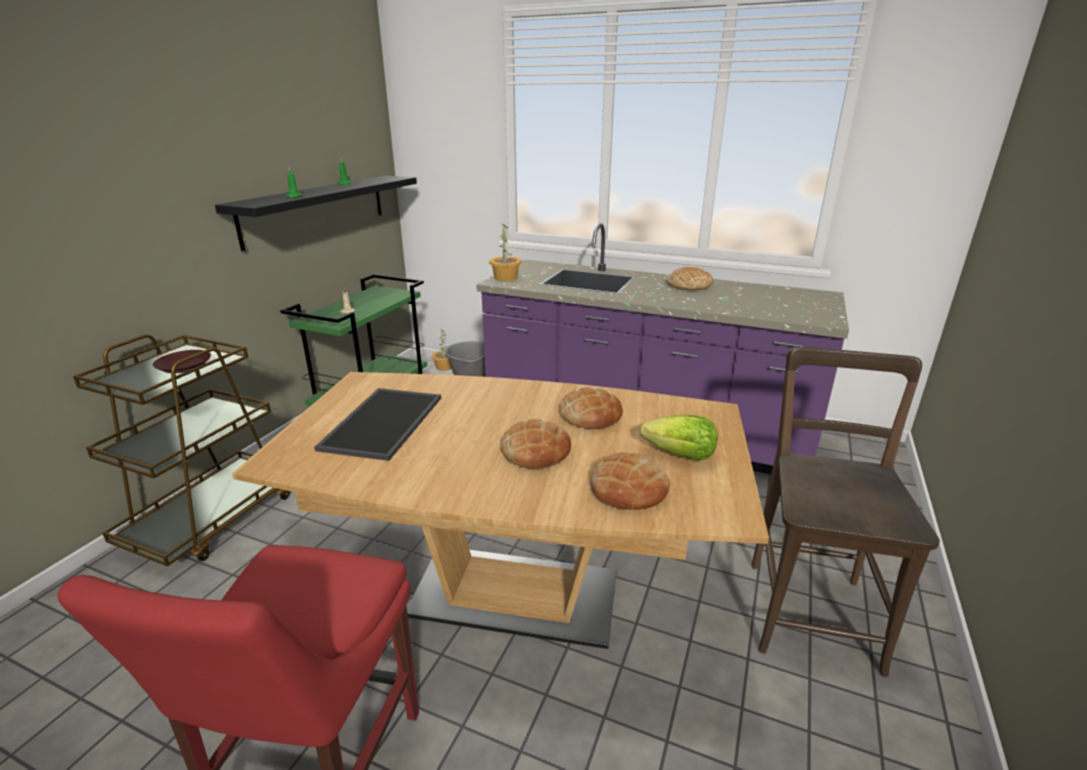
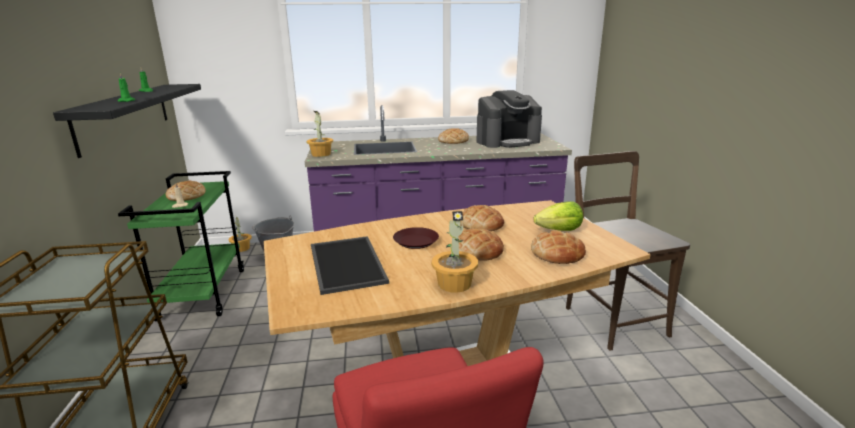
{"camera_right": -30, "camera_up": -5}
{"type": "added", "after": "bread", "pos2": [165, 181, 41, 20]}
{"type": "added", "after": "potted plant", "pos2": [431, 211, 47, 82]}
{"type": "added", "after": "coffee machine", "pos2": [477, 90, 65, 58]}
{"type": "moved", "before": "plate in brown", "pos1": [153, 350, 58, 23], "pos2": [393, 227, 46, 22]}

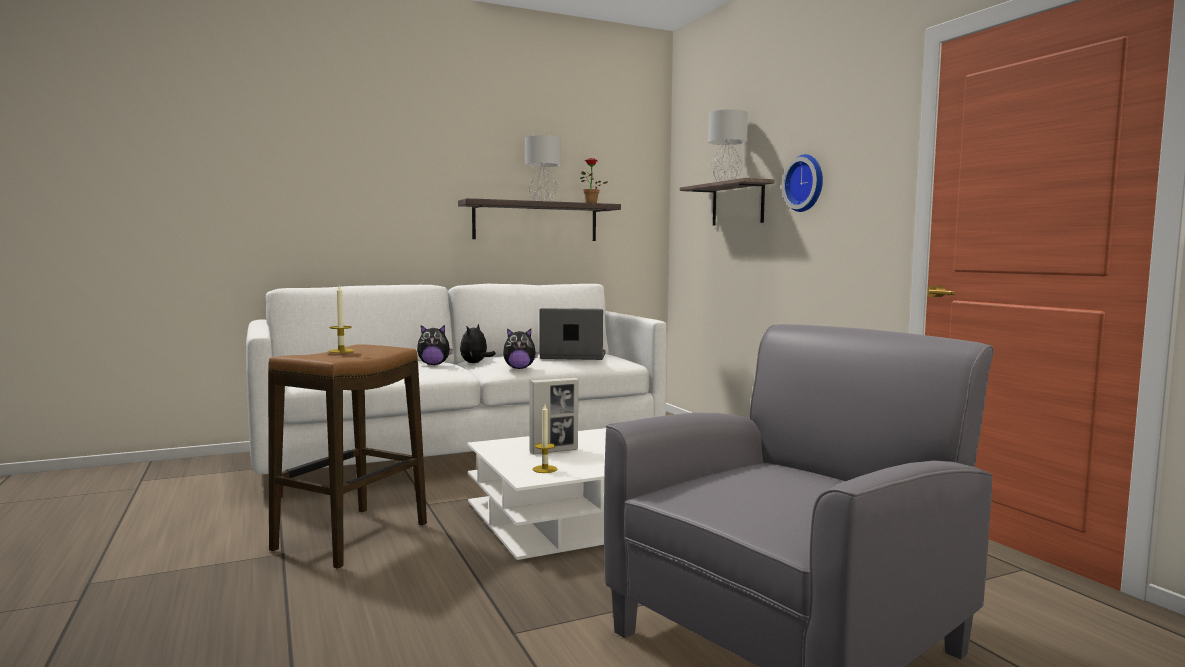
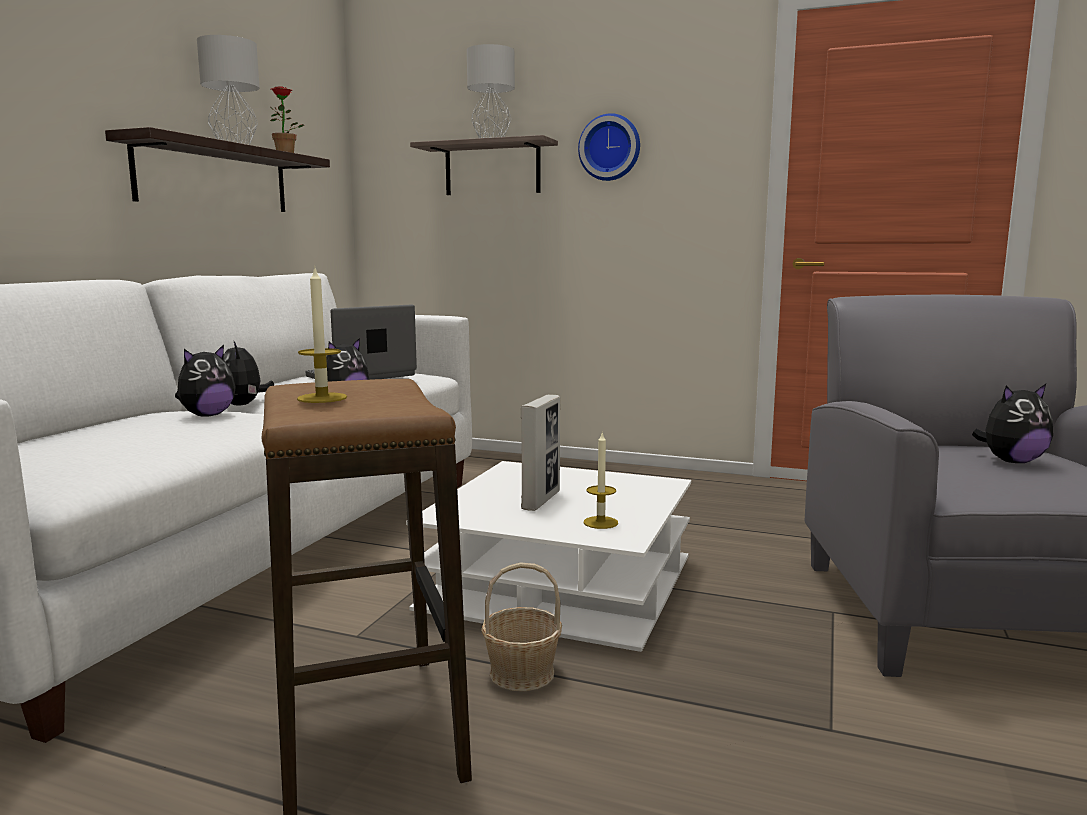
{"camera_right": -45, "camera_up": 5}
{"type": "added", "after": "basket", "pos2": [481, 562, 81, 129]}
{"type": "added", "after": "plush toy", "pos2": [972, 384, 81, 79]}

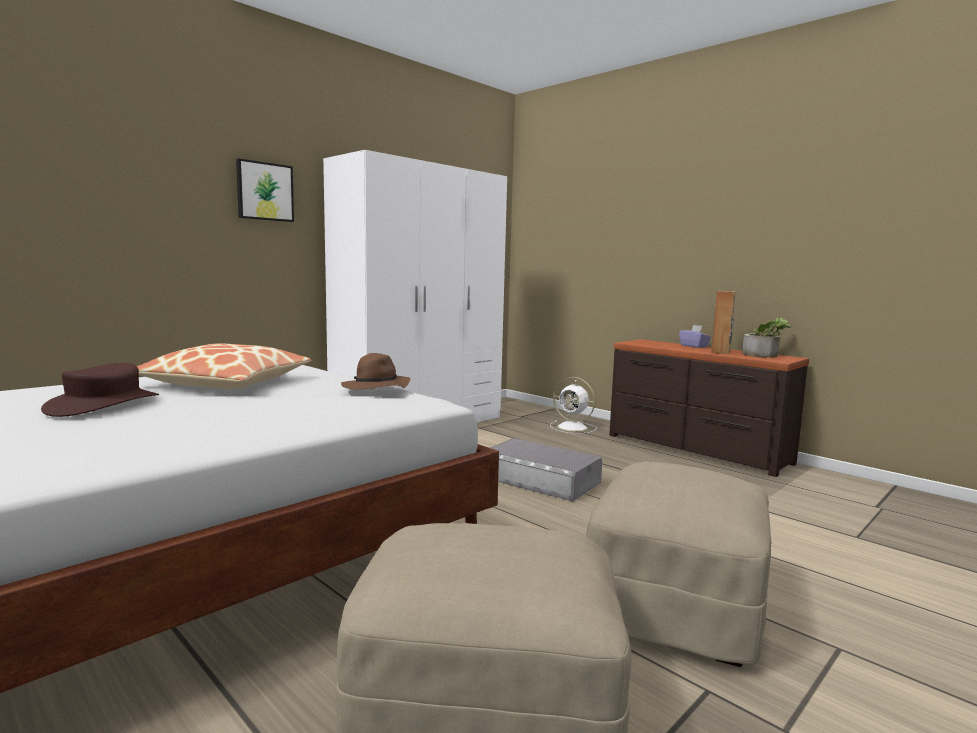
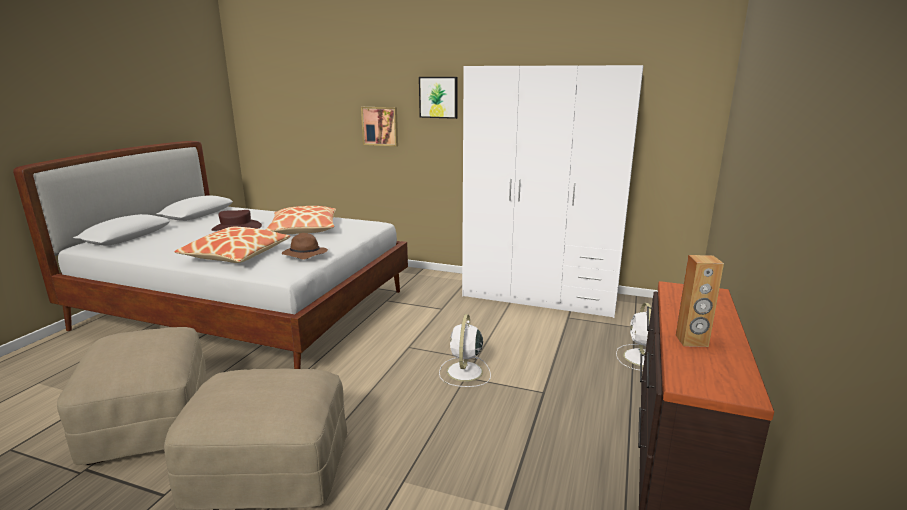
{"camera_right": 65, "camera_up": 10}
{"type": "removed", "before": "tissue box in purple", "pos1": [679, 325, 32, 23]}
{"type": "removed", "before": "potted plant", "pos1": [742, 318, 50, 40]}
{"type": "added", "after": "pillow", "pos2": [174, 227, 116, 36]}
{"type": "added", "after": "picture", "pos2": [361, 107, 37, 39]}
{"type": "replaced", "before": "storage box in grey", "after": "fan in white", "pos1": [490, 438, 112, 63], "pos2": [439, 314, 52, 73]}

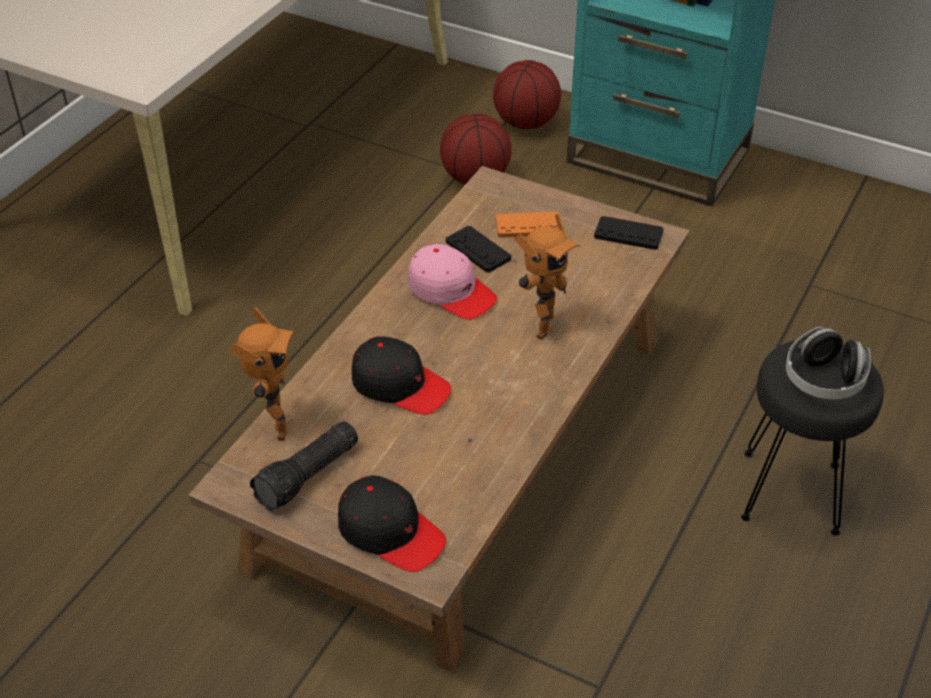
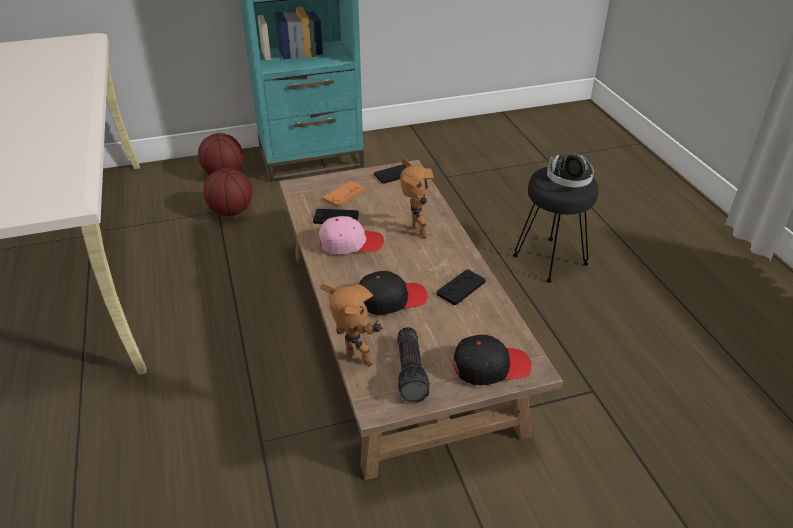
{"camera_right": -45, "camera_up": -5}
{"type": "added", "after": "game controller in black", "pos2": [437, 269, 48, 36]}

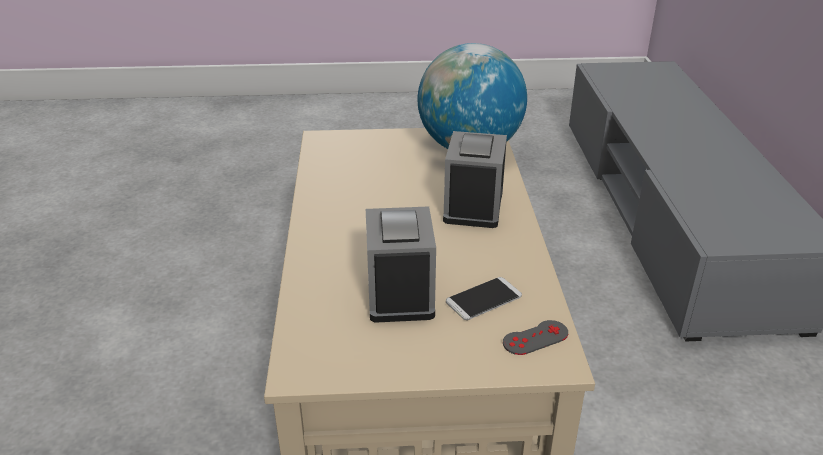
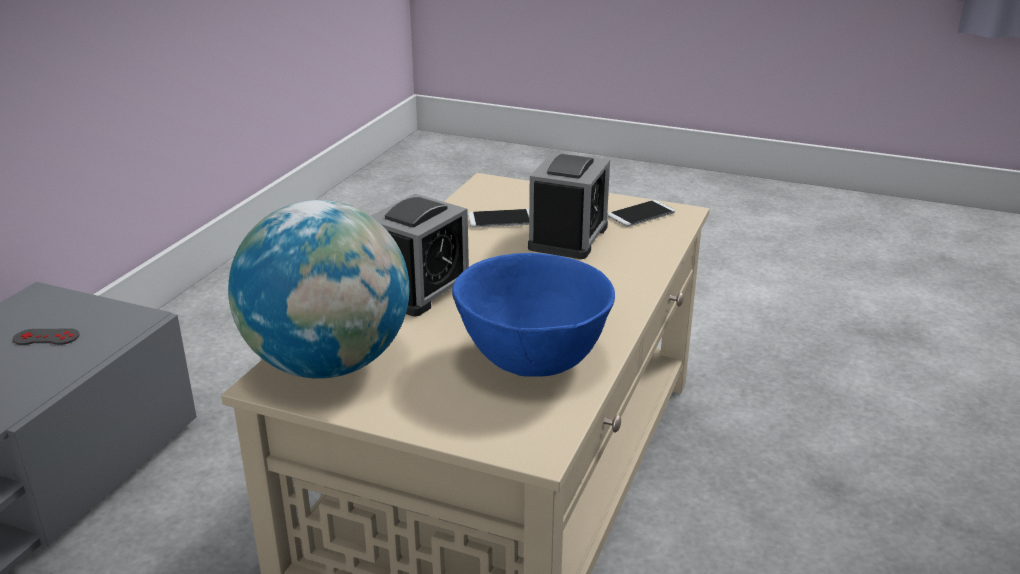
{"camera_right": -155, "camera_up": -5}
{"type": "added", "after": "bowl in blue", "pos2": [452, 253, 163, 124]}
{"type": "added", "after": "phone", "pos2": [607, 200, 68, 27]}
{"type": "moved", "before": "game controller in grey", "pos1": [503, 320, 65, 35], "pos2": [13, 328, 67, 17]}

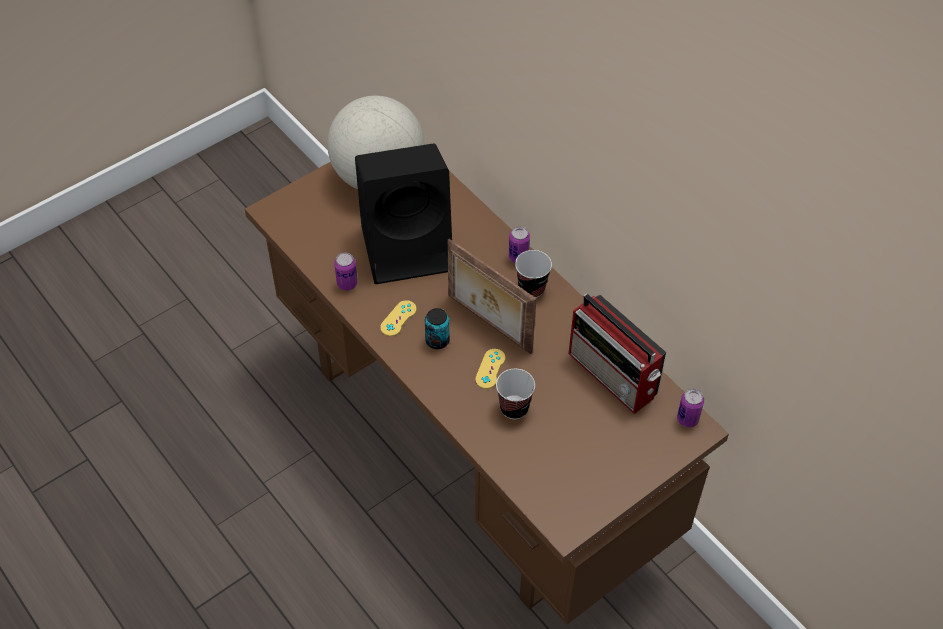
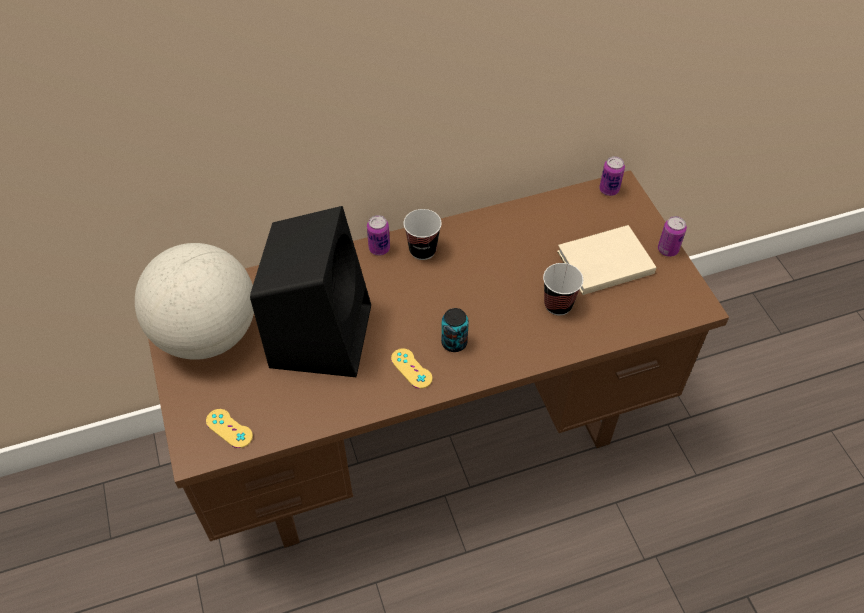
{"camera_right": -70, "camera_up": 0}
{"type": "removed", "before": "picture frame", "pos1": [448, 239, 89, 115]}
{"type": "removed", "before": "radio", "pos1": [568, 293, 98, 121]}
{"type": "added", "after": "book in beige", "pos2": [557, 225, 99, 70]}
{"type": "moved", "before": "can", "pos1": [334, 252, 24, 39], "pos2": [658, 216, 29, 41]}
{"type": "moved", "before": "game controller in yellow", "pos1": [475, 349, 30, 40], "pos2": [206, 409, 47, 39]}

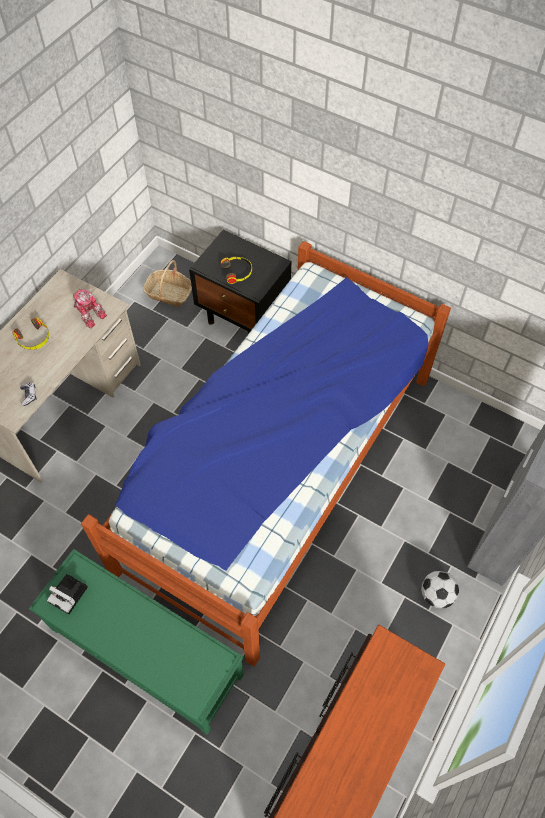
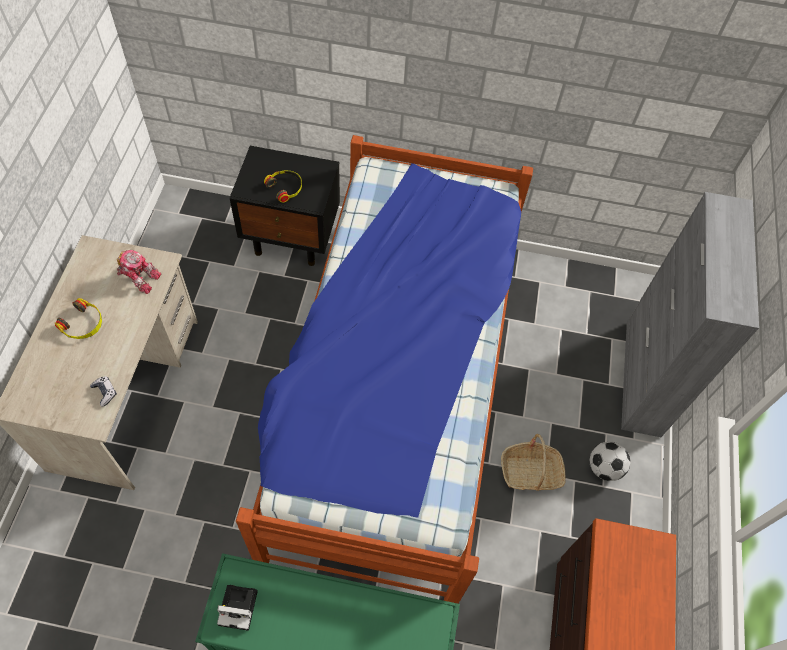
{"camera_right": -25, "camera_up": 0}
{"type": "moved", "before": "basket", "pos1": [143, 260, 49, 47], "pos2": [501, 434, 65, 57]}

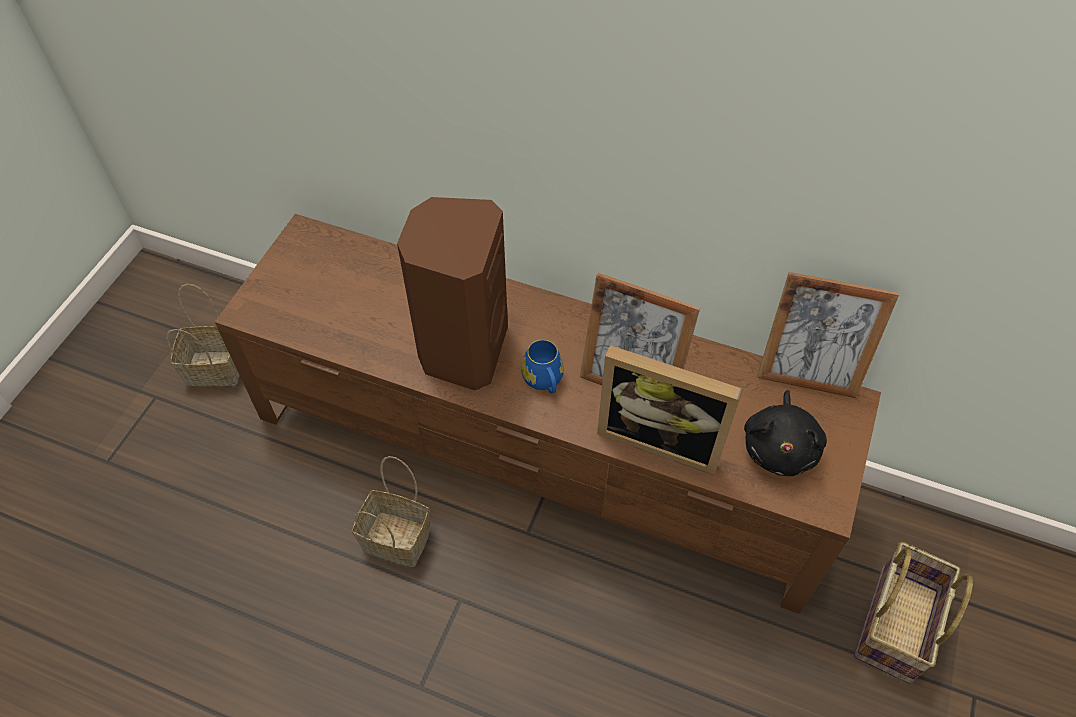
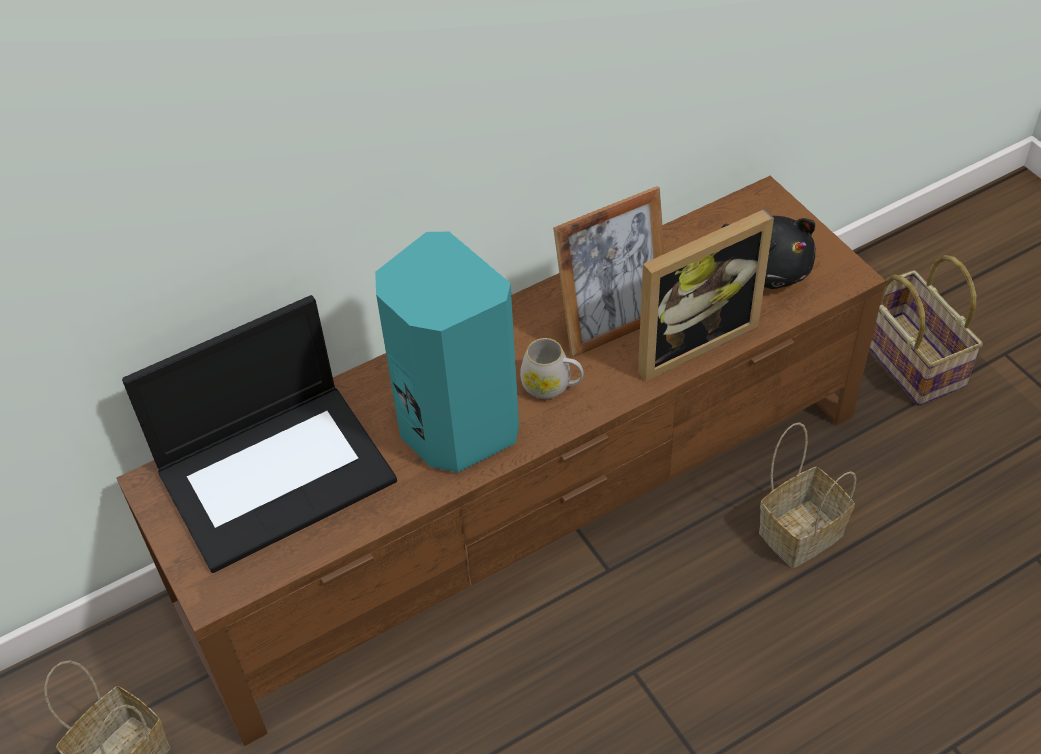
{"camera_right": -50, "camera_up": -5}
{"type": "removed", "before": "picture frame", "pos1": [757, 272, 142, 126]}
{"type": "added", "after": "laptop", "pos2": [122, 295, 275, 278]}
{"type": "moved", "before": "basket", "pos1": [352, 456, 79, 111], "pos2": [759, 422, 98, 146]}
{"type": "recoloured", "before": "speaker in brown", "after": "speaker in turquoise", "pos1": [397, 197, 111, 193], "pos2": [375, 232, 144, 240]}
{"type": "recoloured", "before": "mug in blue", "after": "mug in white", "pos1": [521, 340, 43, 53], "pos2": [520, 338, 64, 61]}

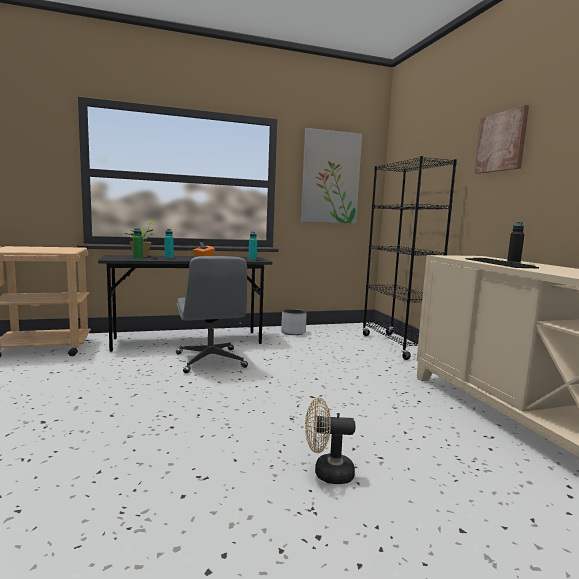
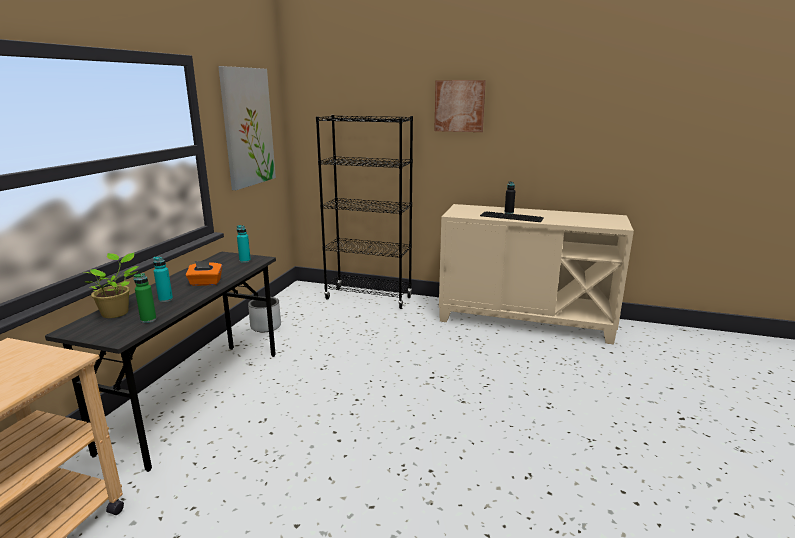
{"camera_right": -55, "camera_up": 10}
{"type": "removed", "before": "office chair in grey", "pos1": [176, 256, 72, 117]}
{"type": "removed", "before": "fan in beige", "pos1": [305, 397, 50, 87]}

